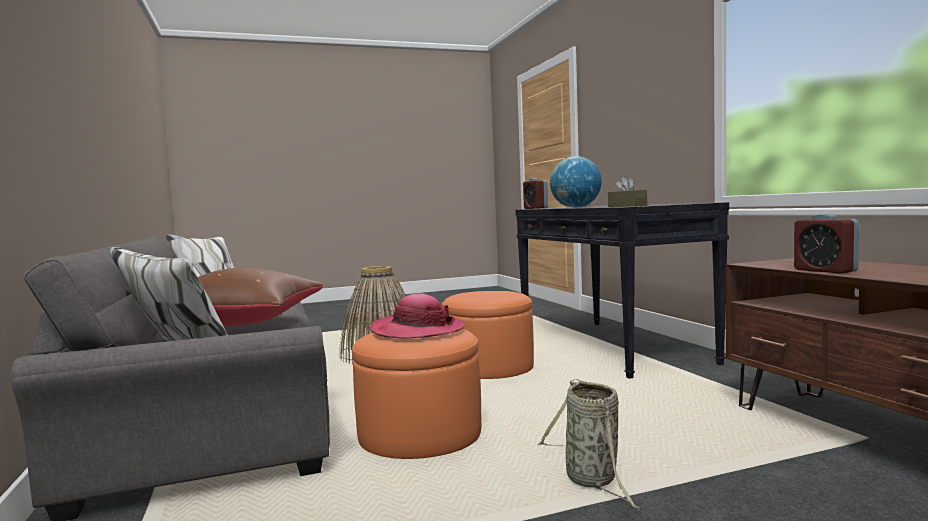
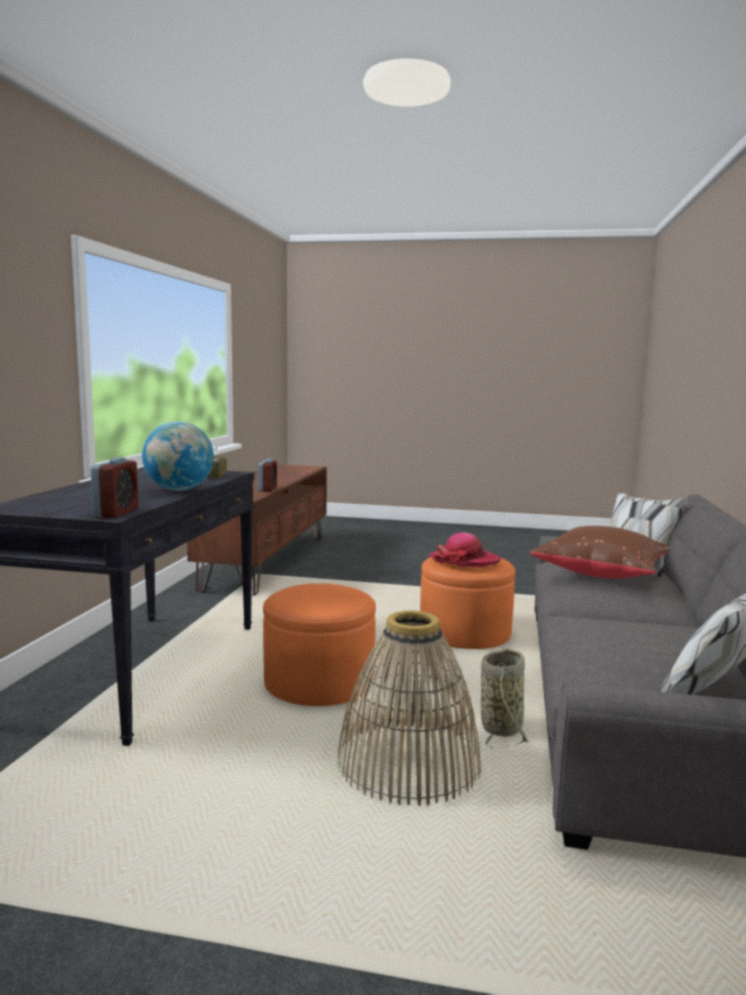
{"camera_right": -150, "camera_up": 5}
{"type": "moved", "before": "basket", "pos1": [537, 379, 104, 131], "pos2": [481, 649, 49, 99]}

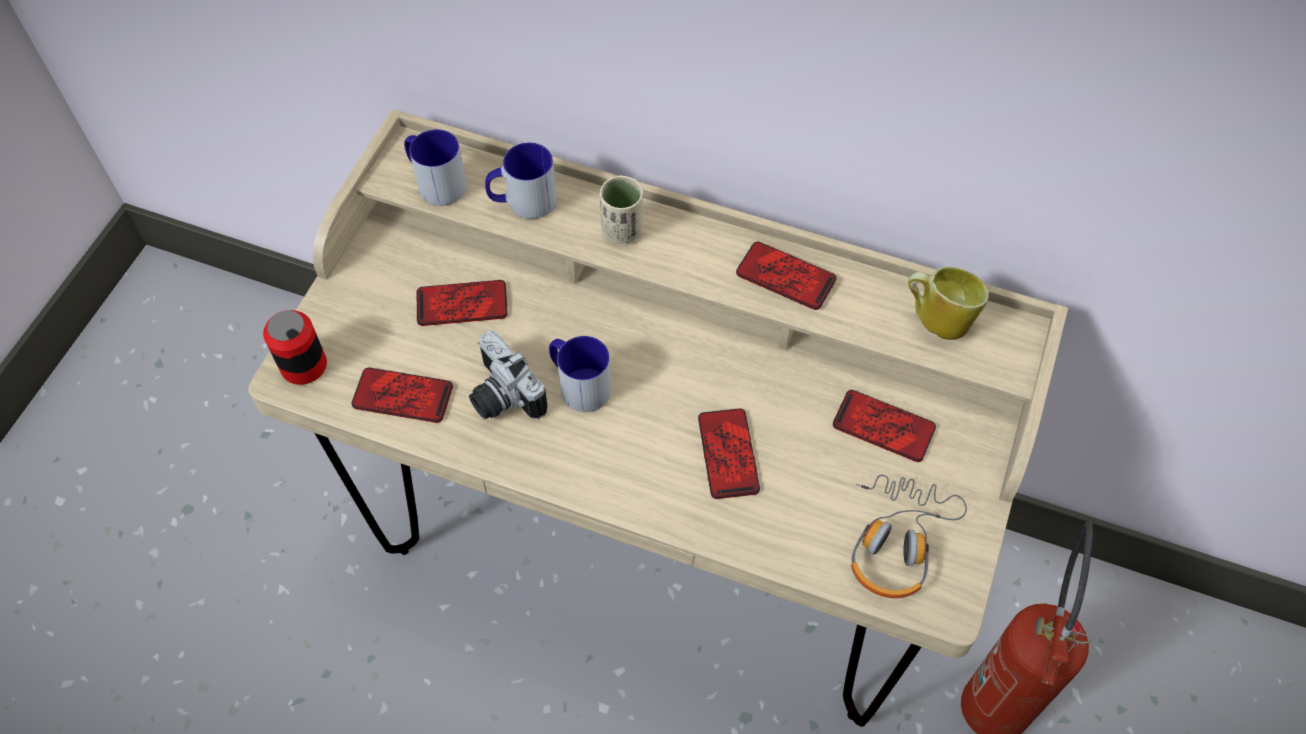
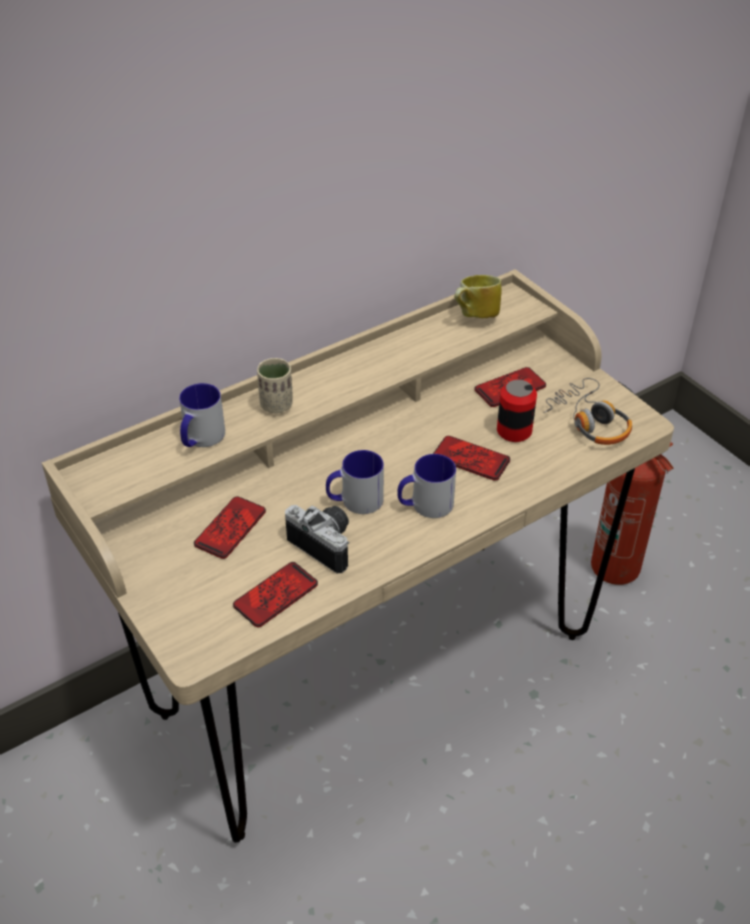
{"camera_right": -55, "camera_up": -15}
{"type": "removed", "before": "phone", "pos1": [736, 242, 101, 68]}
{"type": "moved", "before": "can", "pos1": [263, 310, 64, 75], "pos2": [497, 379, 40, 63]}
{"type": "moved", "before": "mug", "pos1": [404, 129, 63, 76], "pos2": [397, 454, 59, 64]}
{"type": "turned", "before": "photo camera", "pos1": [469, 330, 79, 90], "pos2": [285, 505, 64, 68], "turn": -135}

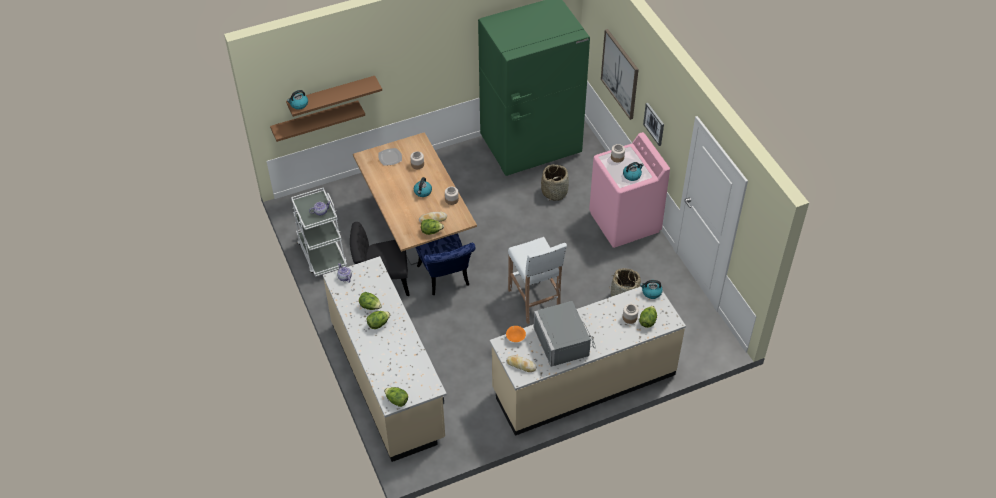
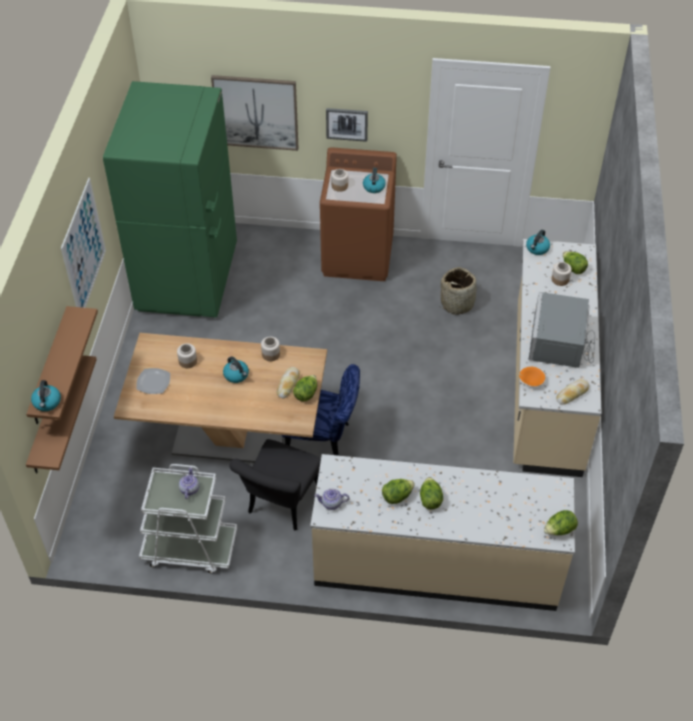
{"camera_right": -60, "camera_up": 0}
{"type": "removed", "before": "stool in white", "pos1": [508, 237, 59, 87]}
{"type": "removed", "before": "basket", "pos1": [541, 165, 28, 36]}
{"type": "added", "after": "picture", "pos2": [61, 178, 45, 130]}
{"type": "recoloured", "before": "washing machine in pink", "after": "washing machine in brown", "pos1": [589, 132, 81, 116], "pos2": [320, 147, 77, 134]}
{"type": "turned", "before": "microwave in grey", "pos1": [534, 301, 62, 66], "pos2": [528, 292, 67, 76], "turn": 90}

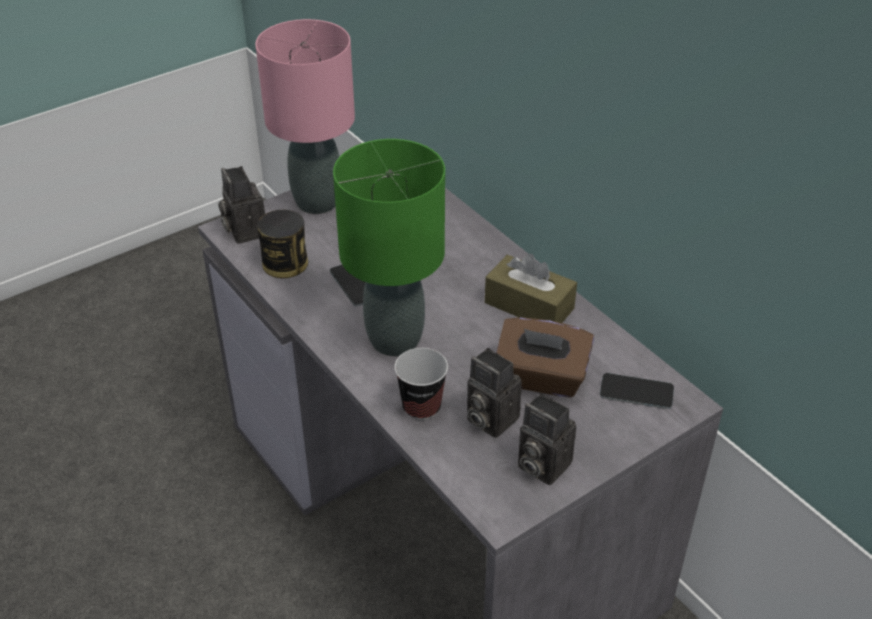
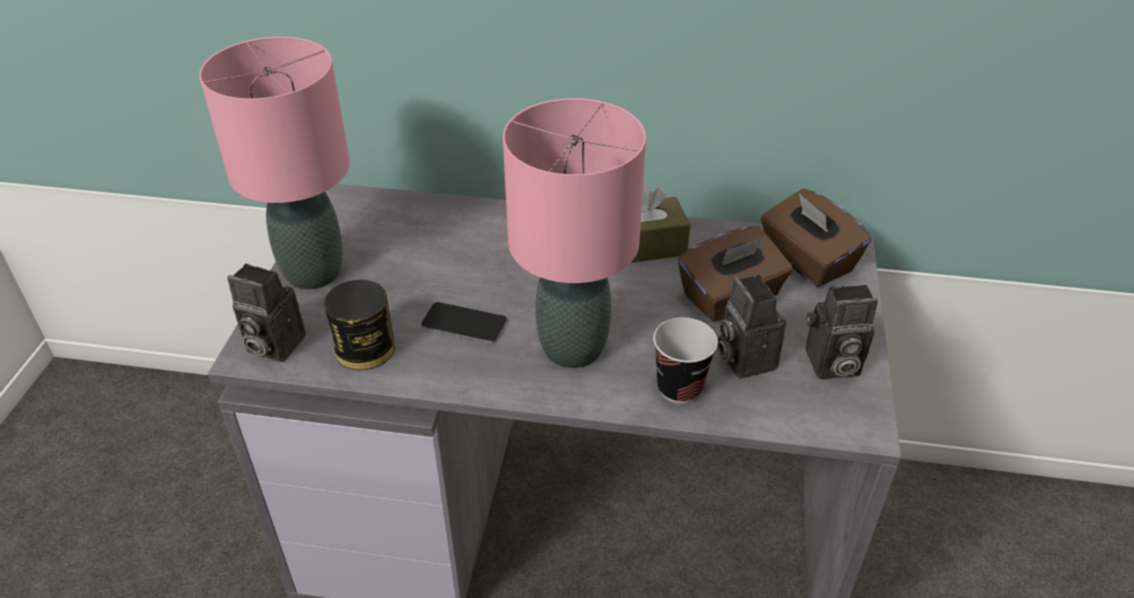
{"camera_right": -45, "camera_up": 0}
{"type": "replaced", "before": "phone", "after": "tissue box in brown", "pos1": [600, 373, 74, 36], "pos2": [761, 188, 110, 99]}
{"type": "recoloured", "before": "table lamp in green", "after": "table lamp in pink", "pos1": [333, 139, 112, 217], "pos2": [503, 98, 143, 270]}
{"type": "turned", "before": "photo camera", "pos1": [467, 348, 55, 90], "pos2": [717, 275, 69, 104], "turn": 75}

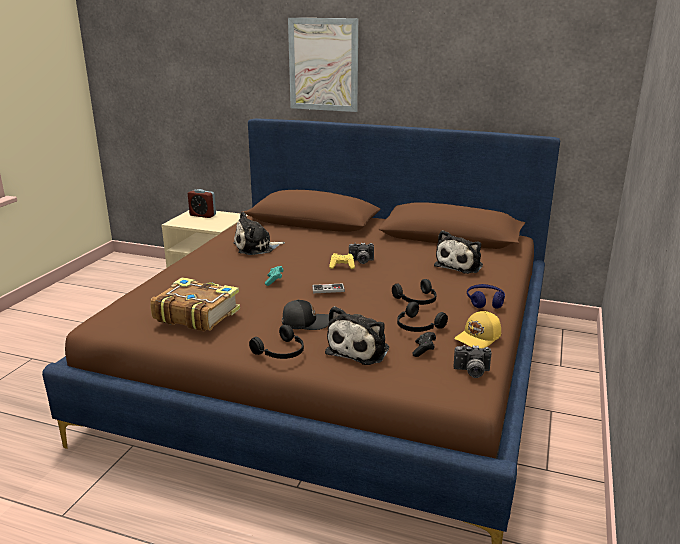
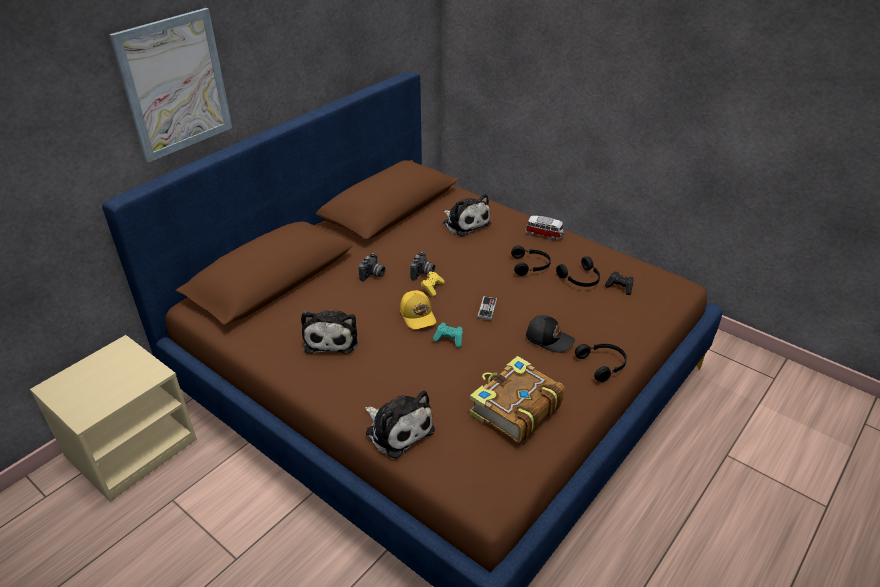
{"camera_right": -70, "camera_up": 15}
{"type": "removed", "before": "alarm clock", "pos1": [188, 189, 28, 29]}
{"type": "moved", "before": "plush toy", "pos1": [325, 306, 64, 59], "pos2": [365, 390, 70, 69]}
{"type": "moved", "before": "cap in yellow", "pos1": [454, 311, 47, 37], "pos2": [400, 290, 36, 39]}
{"type": "moved", "before": "photo camera", "pos1": [454, 345, 37, 33], "pos2": [359, 253, 27, 29]}
{"type": "replaced", "before": "headphones in blue", "after": "toy car", "pos1": [467, 284, 38, 24], "pos2": [525, 216, 39, 24]}
{"type": "turned", "before": "cap in black", "pos1": [282, 300, 47, 30], "pos2": [526, 315, 49, 38], "turn": 105}

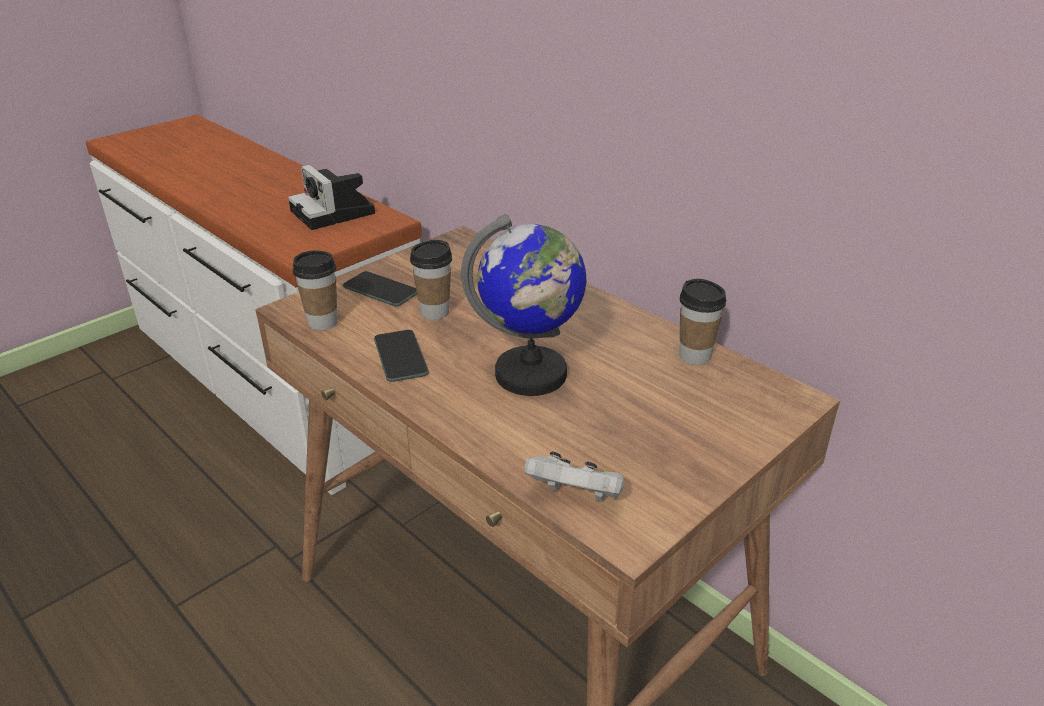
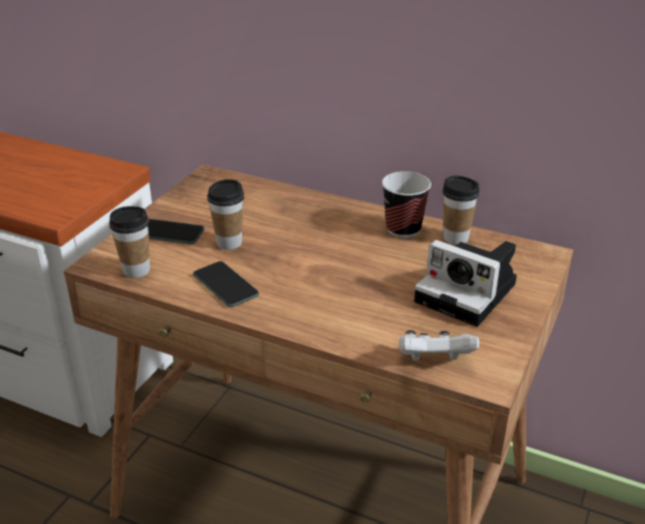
{"camera_right": -20, "camera_up": 0}
{"type": "removed", "before": "globe", "pos1": [461, 214, 126, 182]}
{"type": "added", "after": "cup", "pos2": [382, 171, 49, 67]}
{"type": "moved", "before": "photo camera", "pos1": [288, 165, 87, 65], "pos2": [414, 240, 103, 87]}

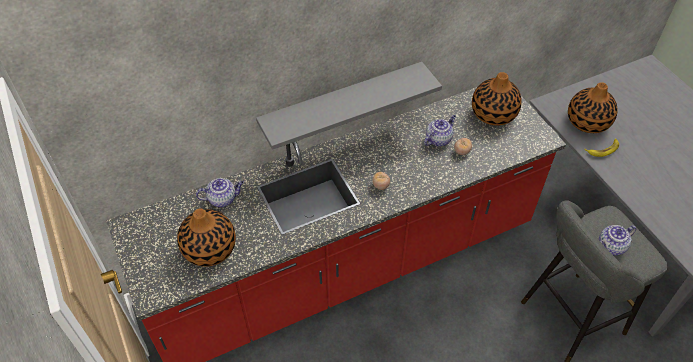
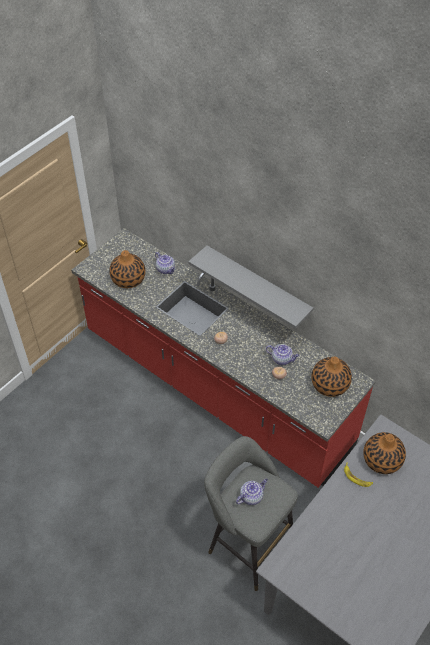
{"camera_right": 65, "camera_up": 0}
{"type": "turned", "before": "teapot", "pos1": [599, 225, 37, 31], "pos2": [236, 478, 32, 27], "turn": 105}

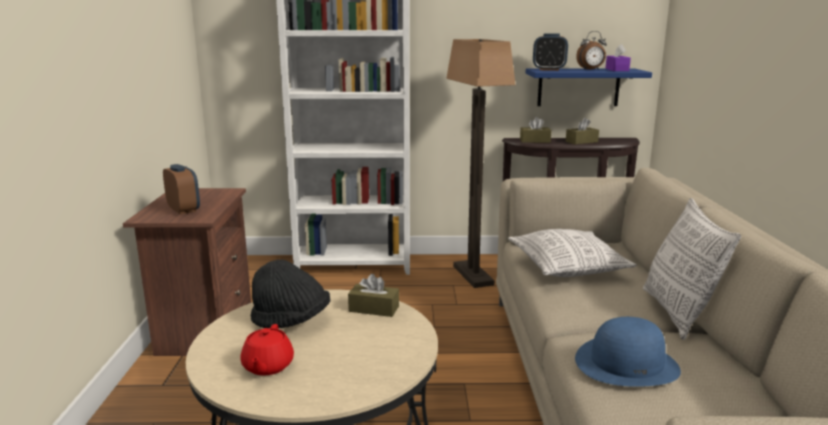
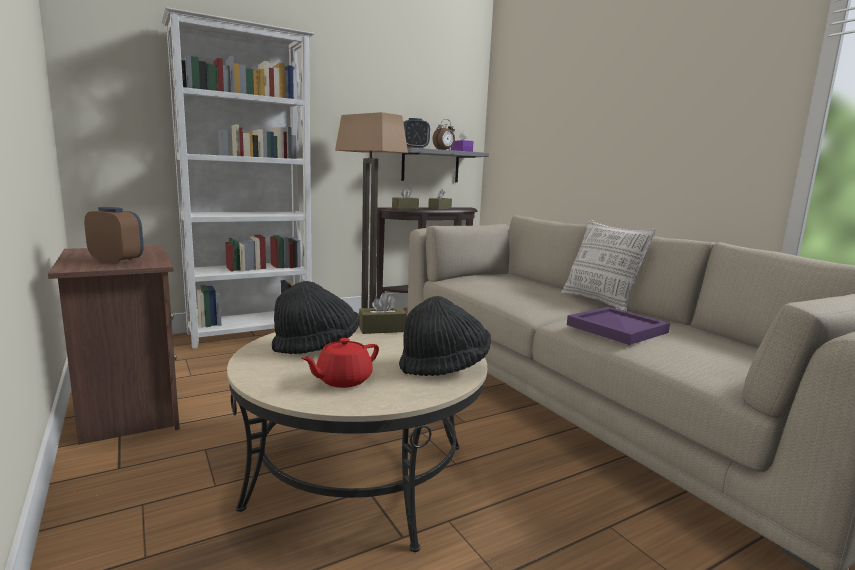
{"camera_right": -30, "camera_up": -5}
{"type": "removed", "before": "pillow", "pos1": [508, 229, 129, 48]}
{"type": "added", "after": "hat in black", "pos2": [399, 296, 92, 80]}
{"type": "replaced", "before": "hat in blue", "after": "tray in purple", "pos1": [575, 317, 106, 70], "pos2": [567, 307, 103, 38]}
{"type": "recoloured", "before": "shelf in blue", "after": "shelf in grey", "pos1": [525, 68, 127, 38], "pos2": [401, 148, 88, 34]}
{"type": "turned", "before": "teapot in red", "pos1": [240, 324, 54, 52], "pos2": [301, 338, 78, 50], "turn": 75}

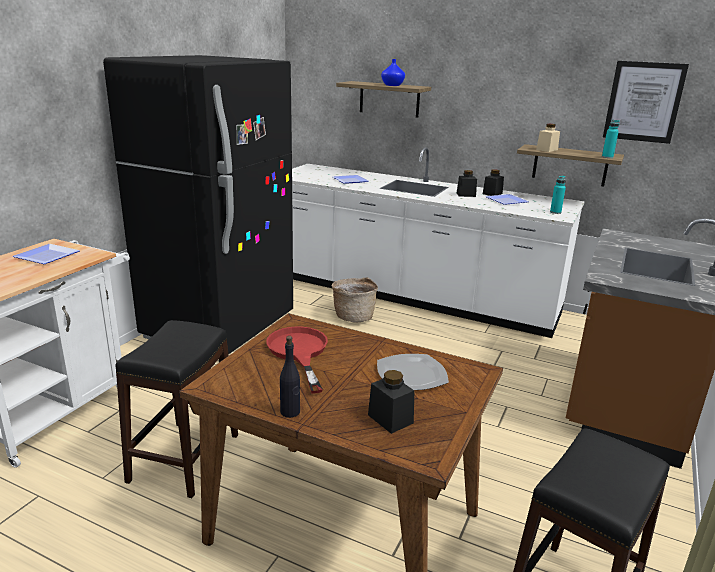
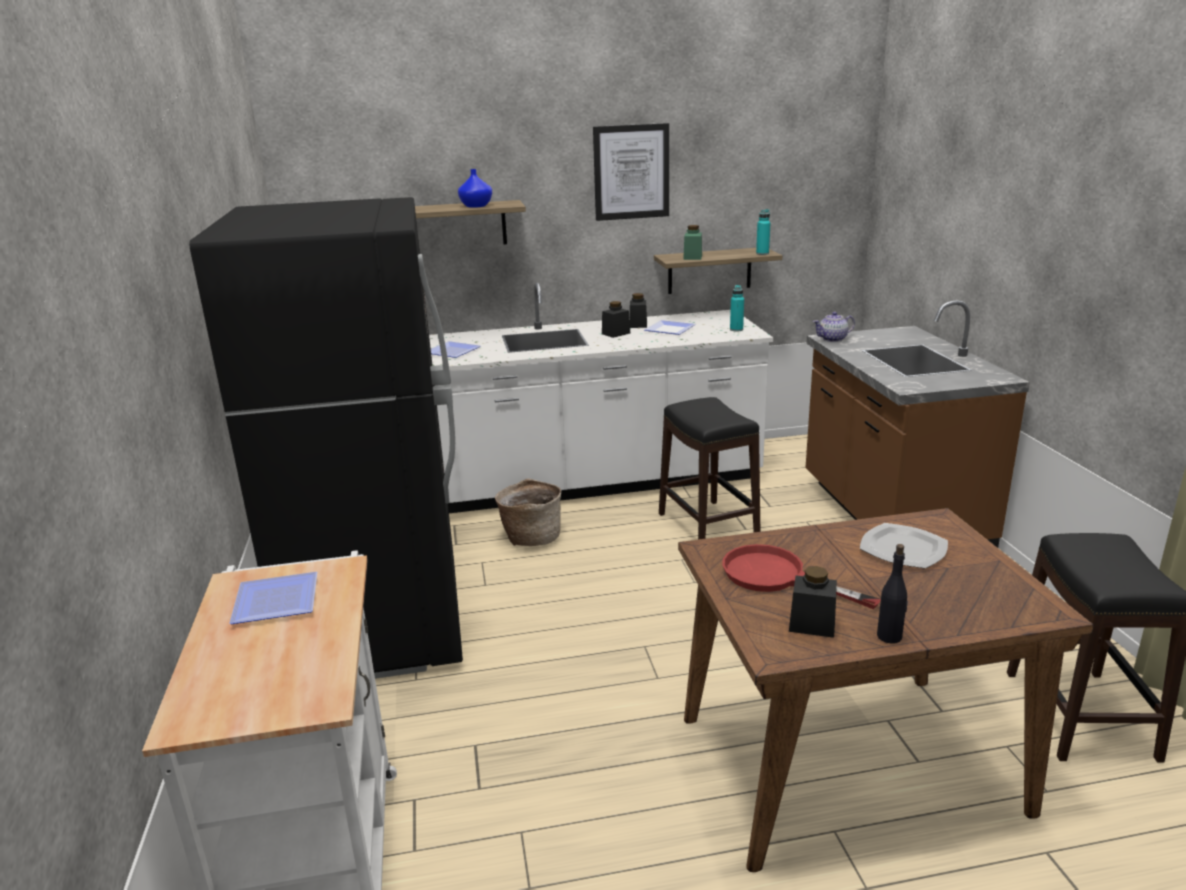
{"camera_right": -35, "camera_up": 0}
{"type": "added", "after": "teapot", "pos2": [813, 312, 42, 30]}
{"type": "moved", "before": "stool in black", "pos1": [115, 320, 123, 178], "pos2": [659, 397, 101, 143]}
{"type": "moved", "before": "jar in black", "pos1": [368, 370, 46, 64], "pos2": [789, 566, 48, 72]}
{"type": "moved", "before": "picture", "pos1": [603, 61, 86, 83], "pos2": [593, 123, 76, 98]}
{"type": "recoloured", "before": "jar in beige", "after": "jar in green", "pos1": [536, 124, 24, 28], "pos2": [683, 225, 19, 35]}

